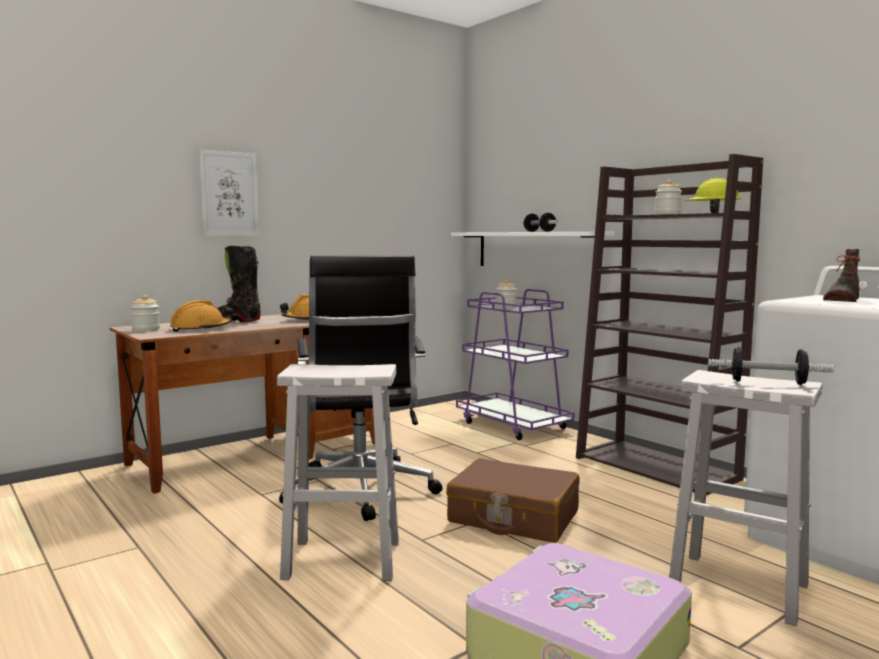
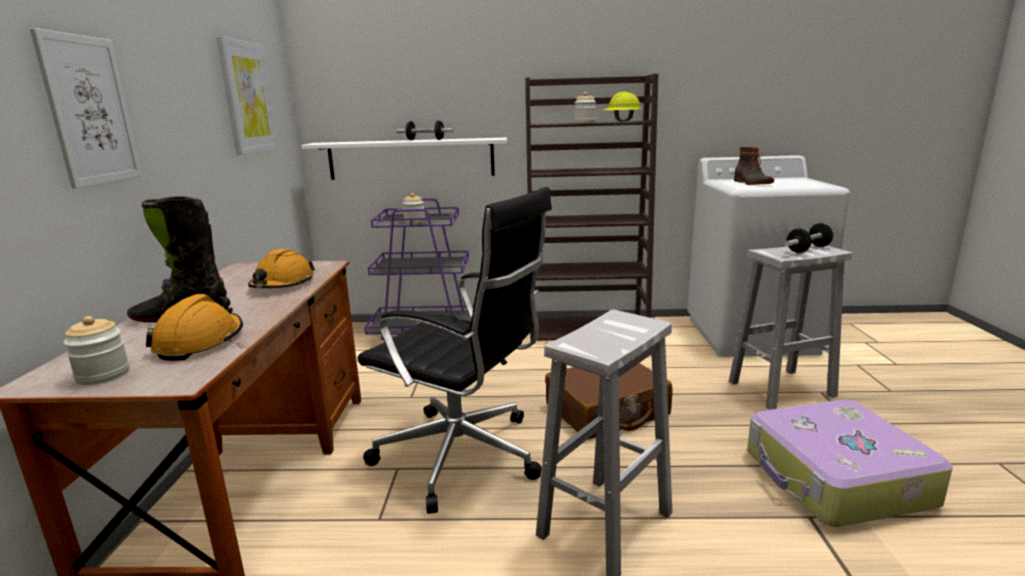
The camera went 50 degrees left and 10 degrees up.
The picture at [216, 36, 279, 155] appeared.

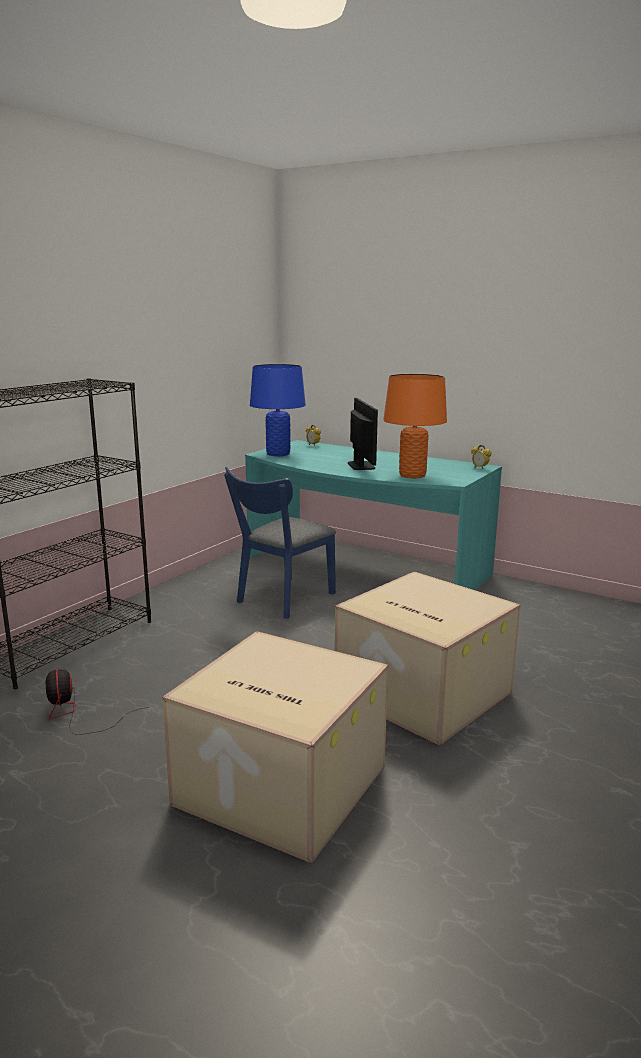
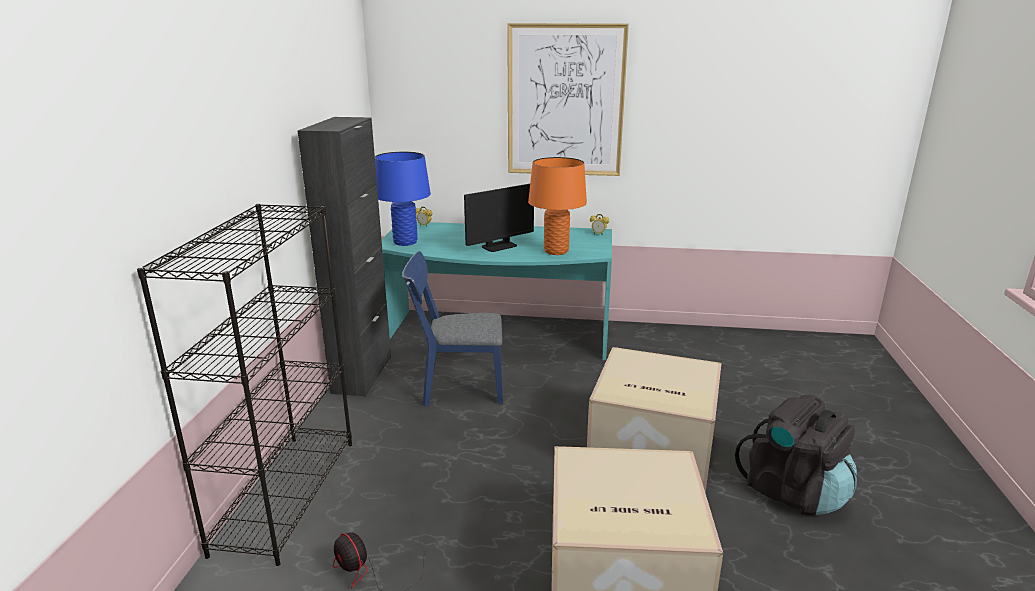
The camera went 25 degrees left and 5 degrees up.
The black cabinet at [298, 117, 391, 396] appeared.
The picture at [507, 23, 629, 176] appeared.
The black backpack at [735, 395, 857, 515] appeared.
The blue chair at [224, 467, 336, 619] turned 75 degrees clockwise.
The monitor at [348, 398, 378, 470] turned 90 degrees clockwise.

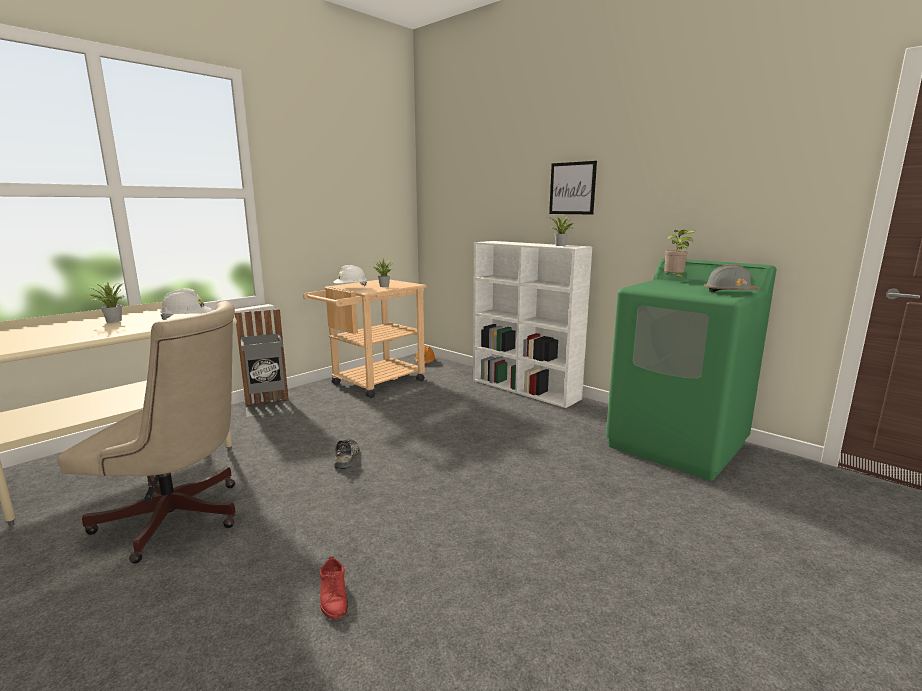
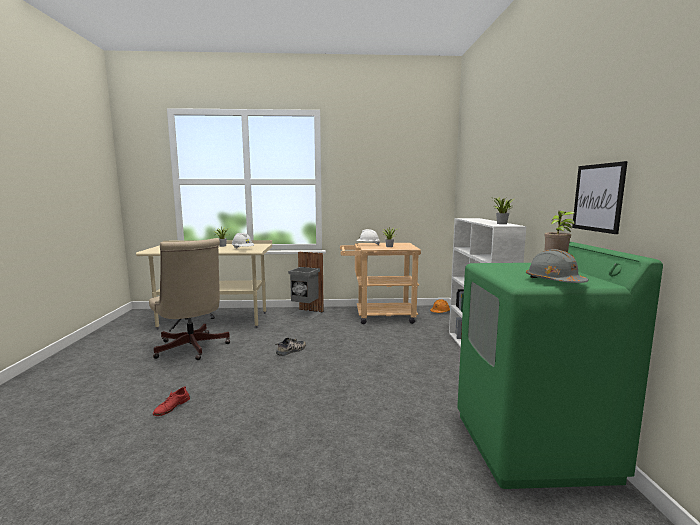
The camera went 45 degrees right and 5 degrees down.
The picture moved from [549, 161, 597, 215] to [572, 161, 628, 234].

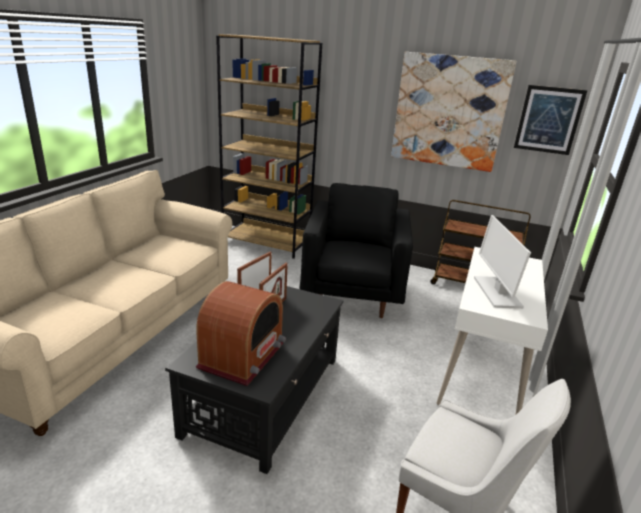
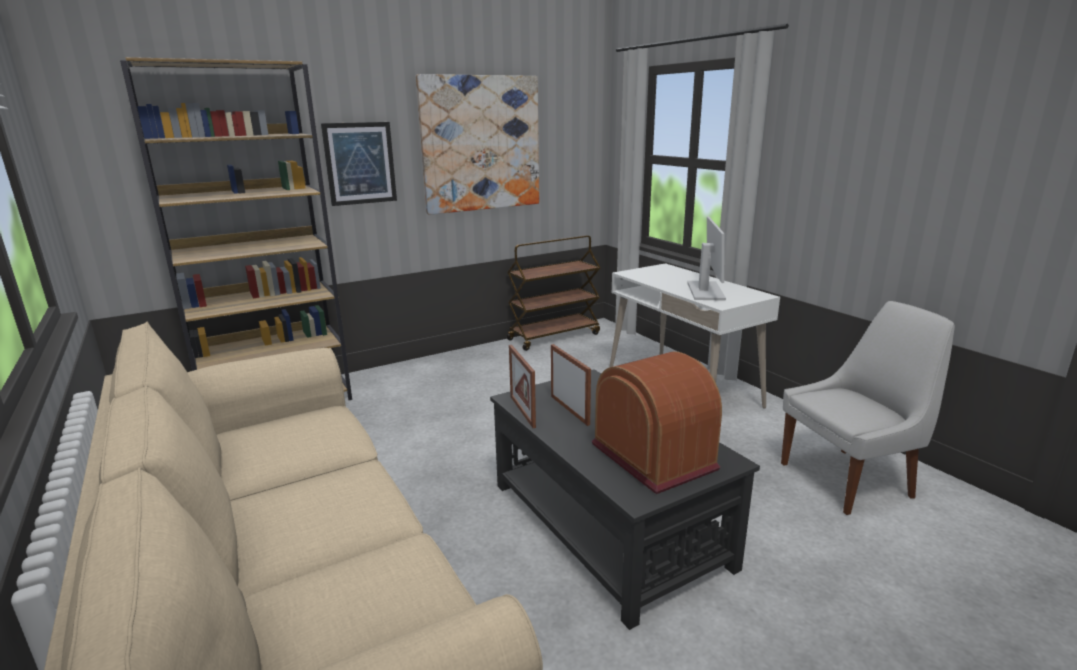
The camera went 50 degrees left and 5 degrees down.
The black armchair at [299, 183, 413, 318] disappeared.
The picture moved from [514, 85, 587, 155] to [321, 122, 397, 206].
The monitor at [474, 215, 531, 309] turned 120 degrees counterclockwise.

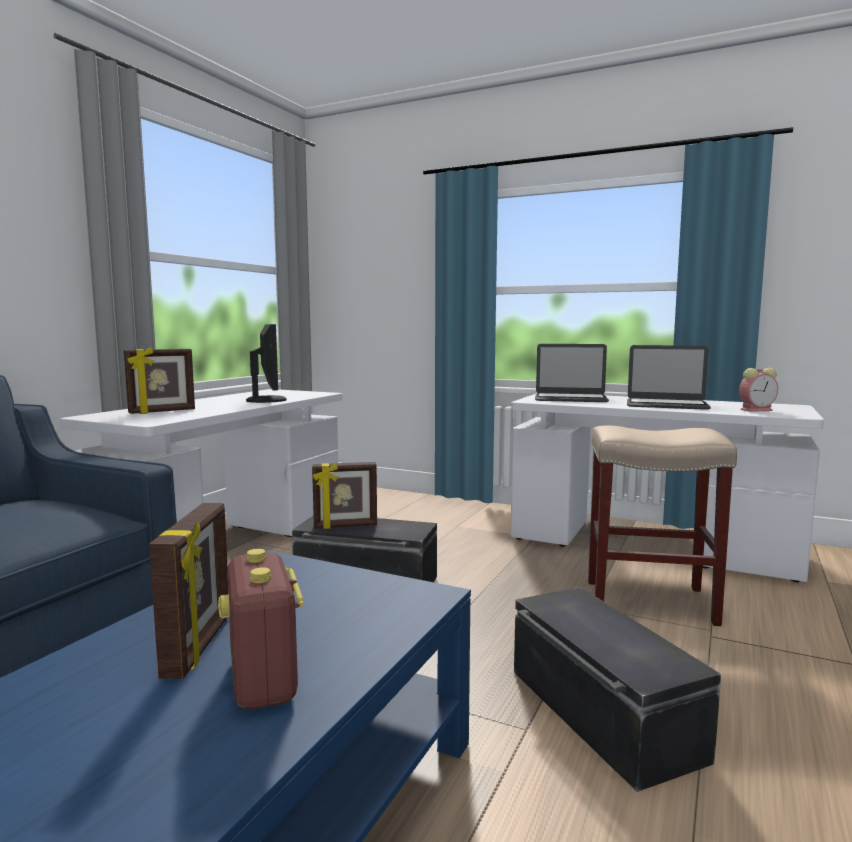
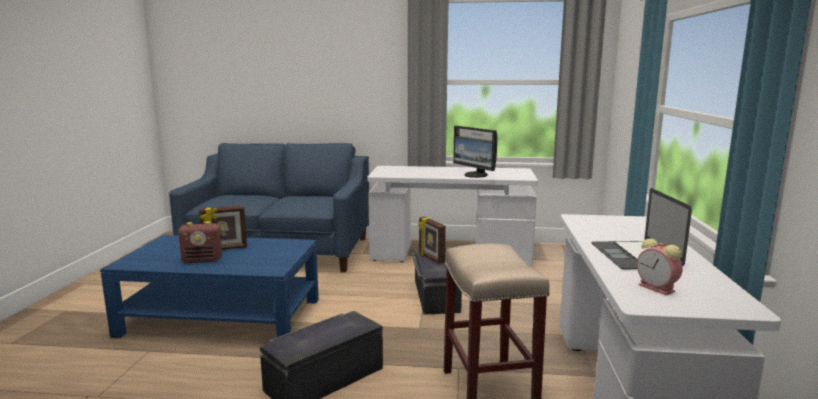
The camera went 70 degrees right and 5 degrees up.
The picture frame at [124, 347, 195, 414] disappeared.
The laptop at [535, 344, 609, 402] disappeared.
The radio at [218, 549, 304, 710] turned 150 degrees counterclockwise.
The monitor at [246, 324, 287, 403] turned 90 degrees clockwise.

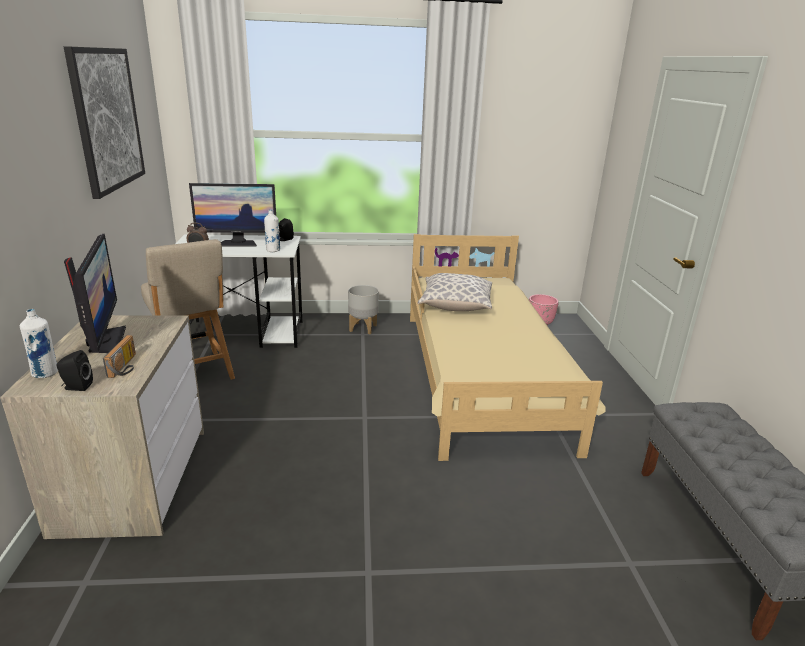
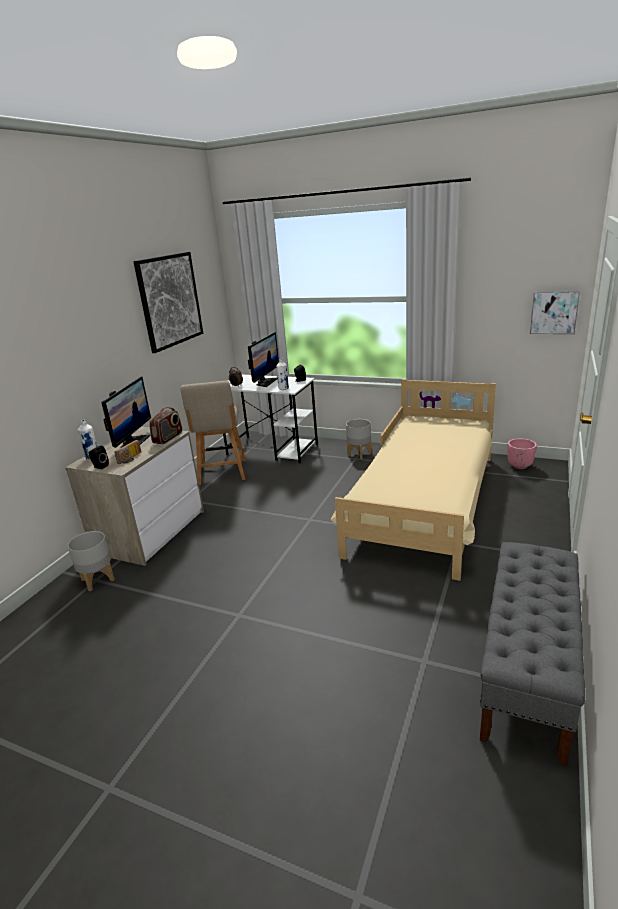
The camera went 30 degrees right and 0 degrees up.
The pillow at [418, 273, 492, 312] disappeared.
The grey planter at [68, 531, 115, 591] appeared.
The radio at [149, 407, 182, 444] appeared.
The picture at [530, 291, 580, 334] appeared.
The monitor at [189, 183, 276, 247] turned 90 degrees counterclockwise.

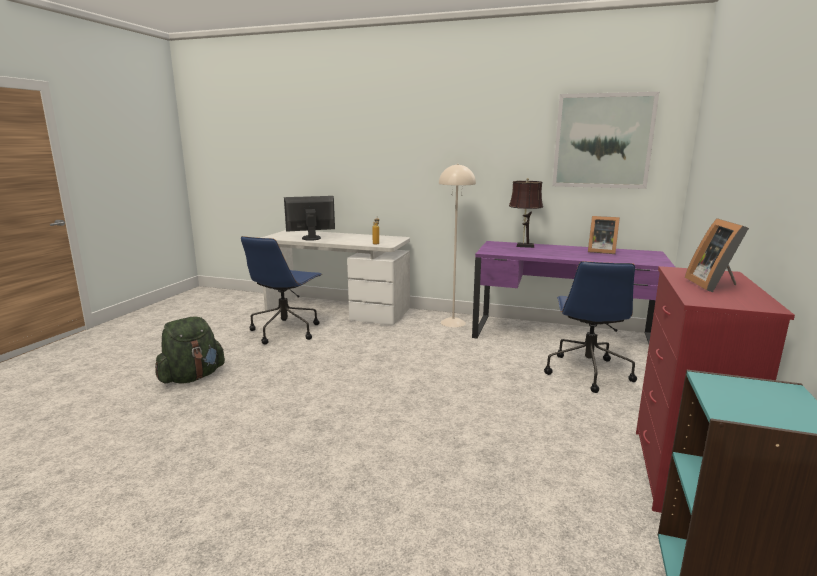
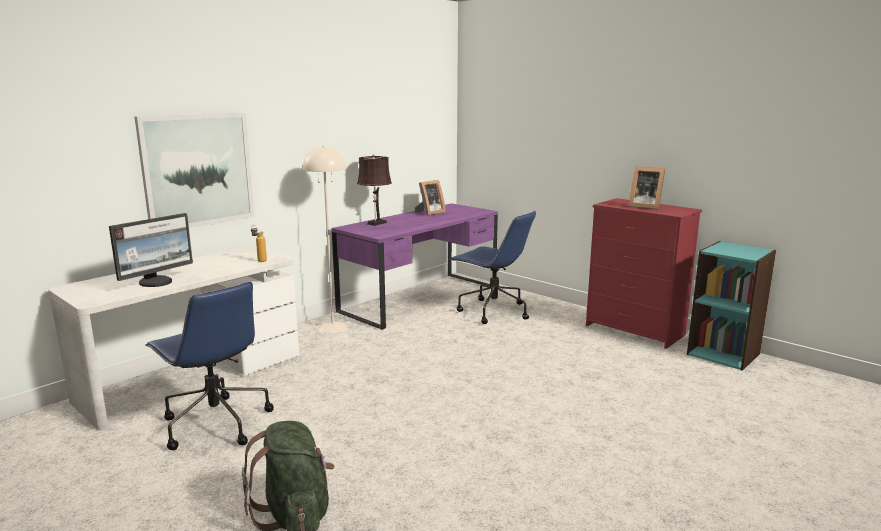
The camera went 65 degrees left and 0 degrees up.
The picture moved from [552, 92, 659, 189] to [134, 112, 254, 228].
The monitor at [284, 196, 335, 241] turned 150 degrees counterclockwise.

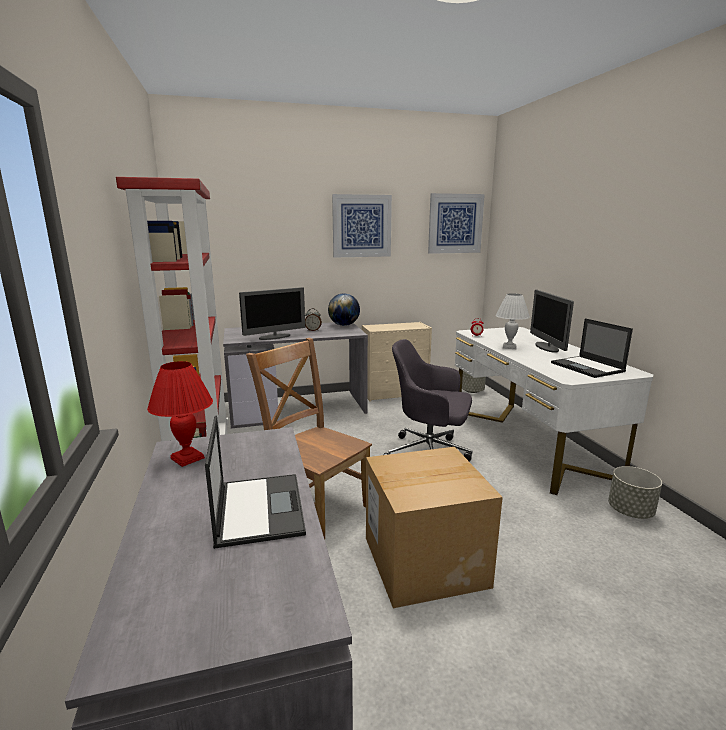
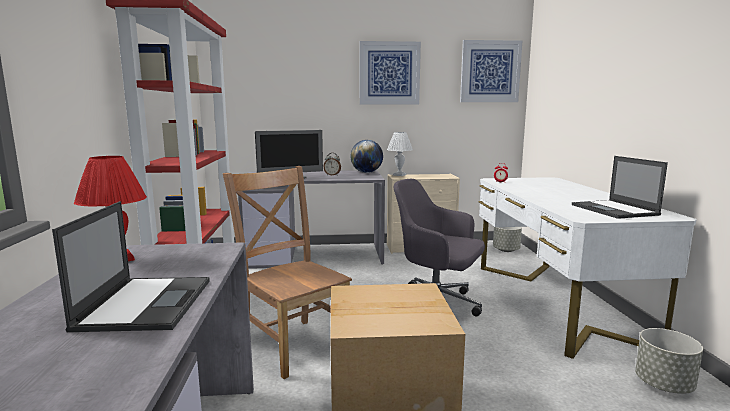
The camera went 10 degrees right and 5 degrees down.
The monitor at [530, 290, 574, 353] disappeared.
The white table lamp moved from [496, 293, 530, 349] to [387, 132, 413, 176].

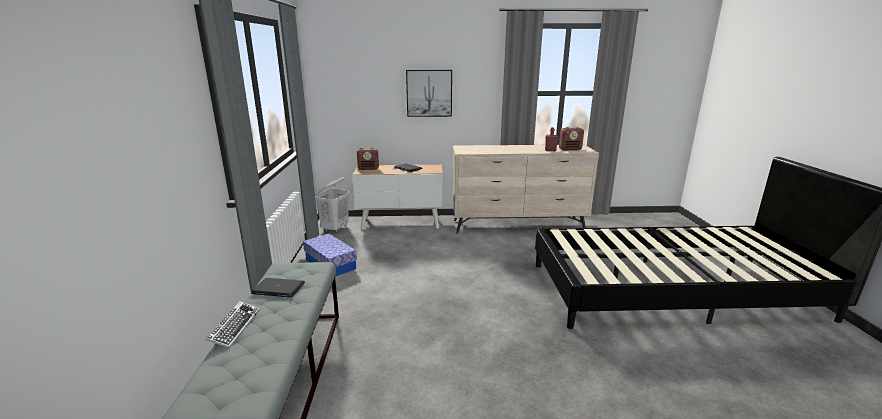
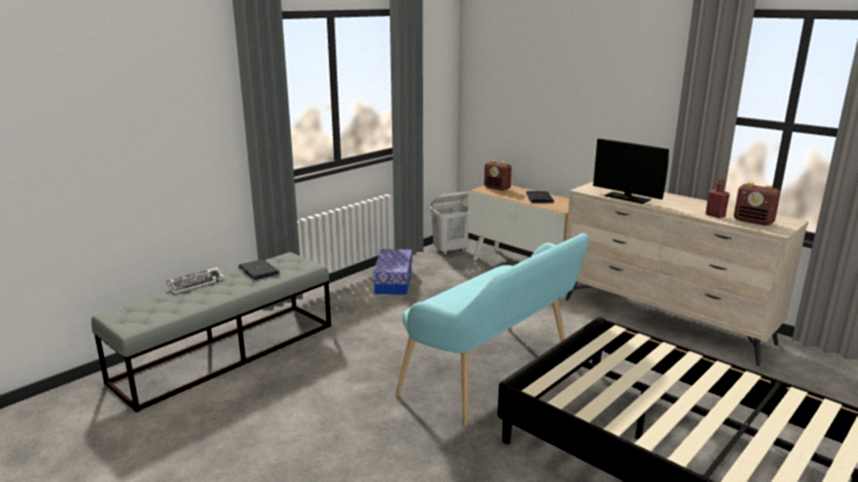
The camera went 45 degrees right and 0 degrees up.
The picture at [406, 70, 452, 117] disappeared.
The turquoise bench at [395, 233, 589, 427] appeared.
The monitor at [593, 139, 669, 204] appeared.

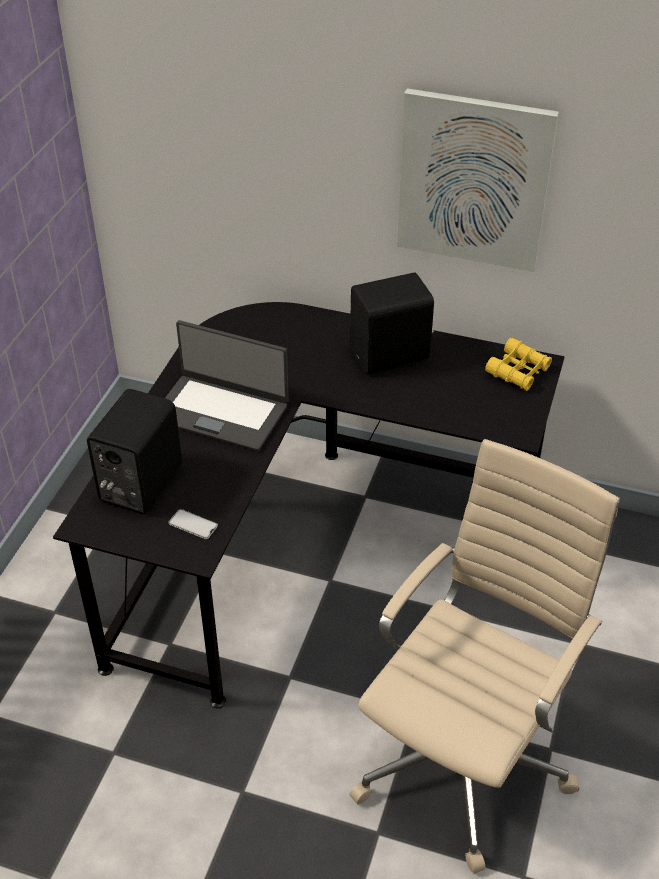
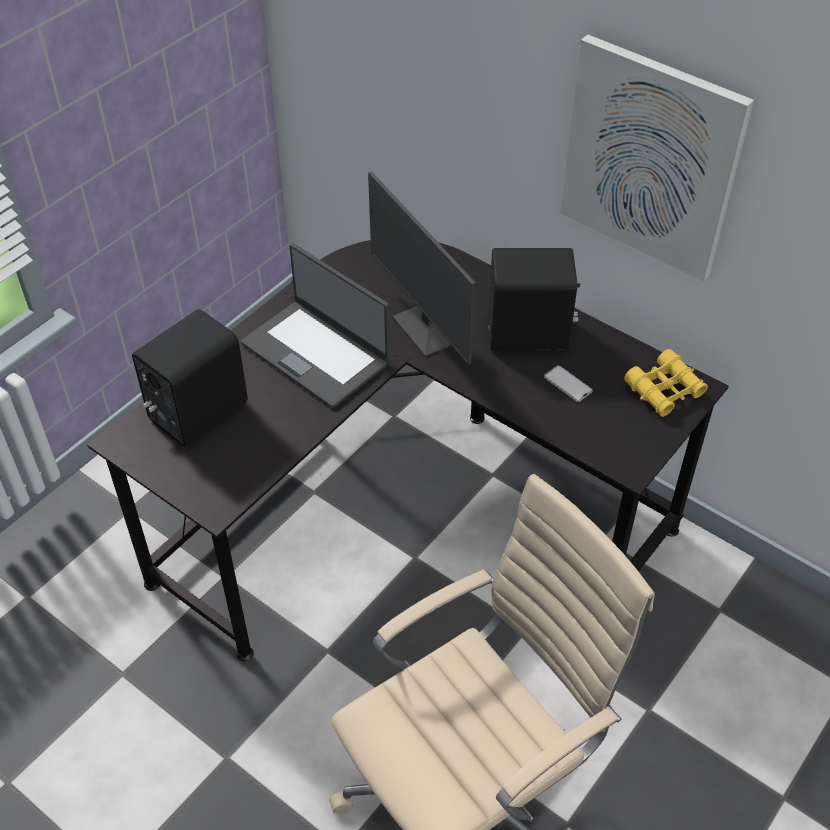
The camera went 20 degrees right and 5 degrees up.
The monitor at [368, 171, 476, 364] appeared.
The phone moved from [168, 509, 218, 539] to [544, 365, 593, 402].

